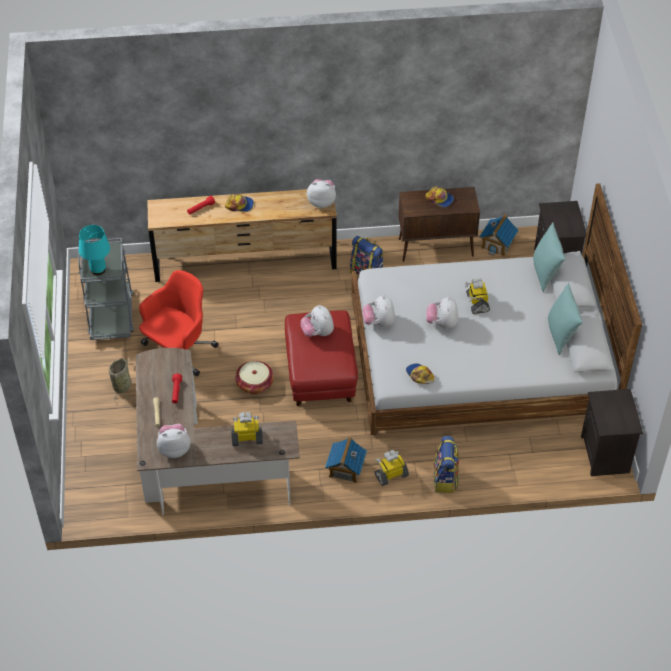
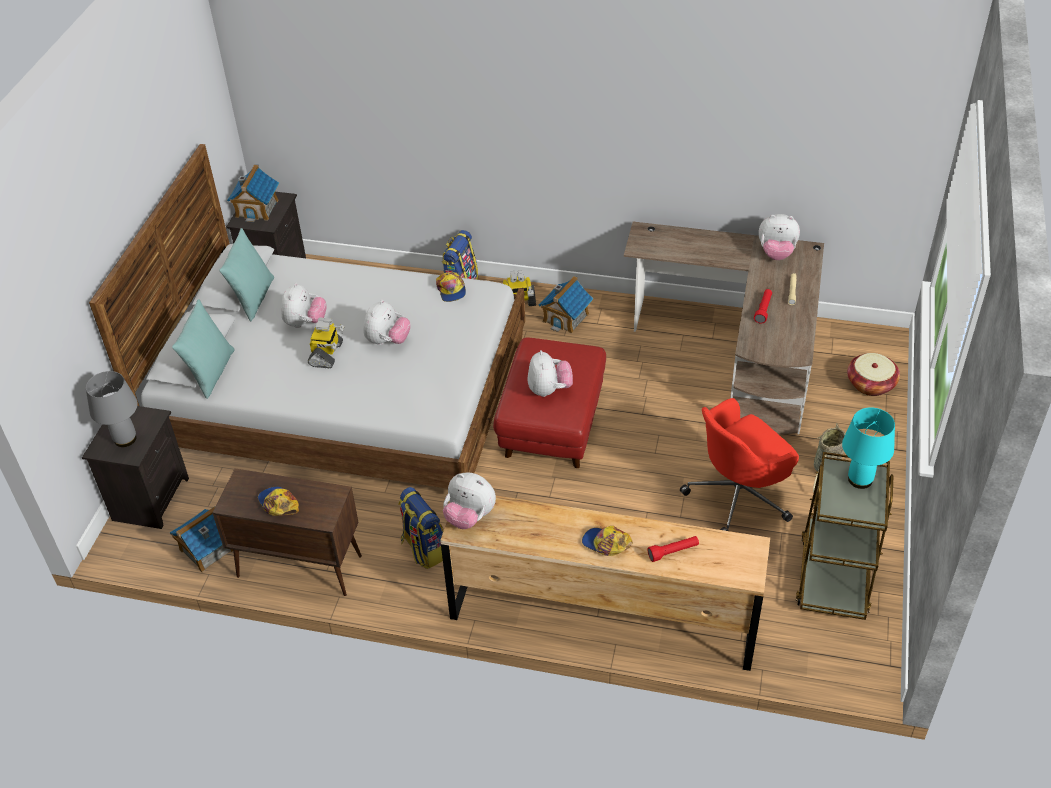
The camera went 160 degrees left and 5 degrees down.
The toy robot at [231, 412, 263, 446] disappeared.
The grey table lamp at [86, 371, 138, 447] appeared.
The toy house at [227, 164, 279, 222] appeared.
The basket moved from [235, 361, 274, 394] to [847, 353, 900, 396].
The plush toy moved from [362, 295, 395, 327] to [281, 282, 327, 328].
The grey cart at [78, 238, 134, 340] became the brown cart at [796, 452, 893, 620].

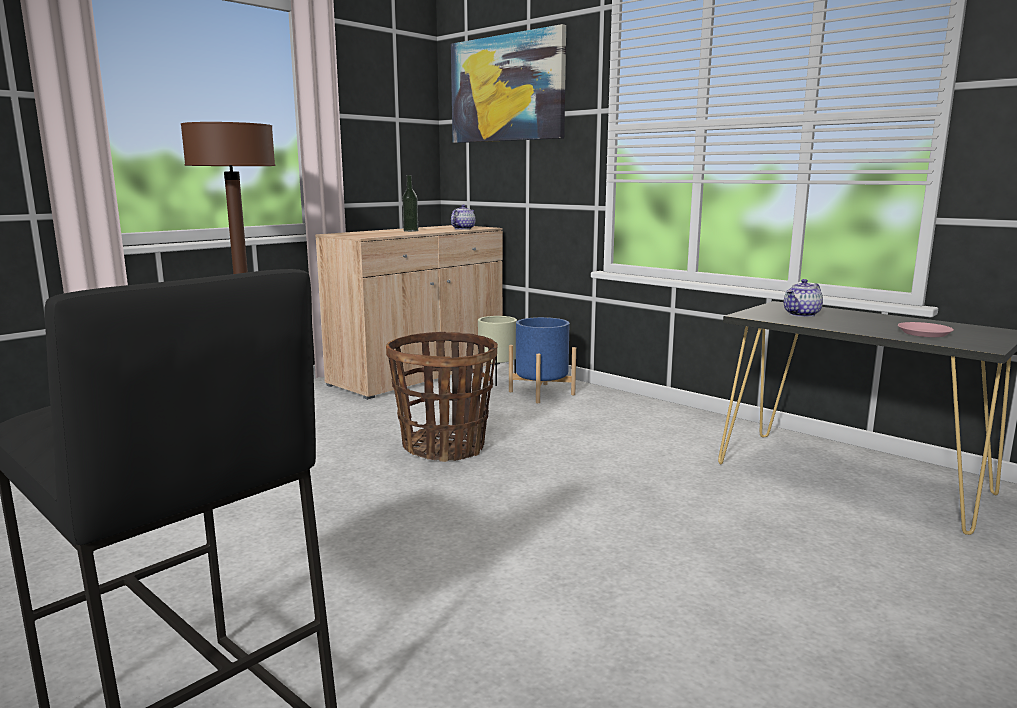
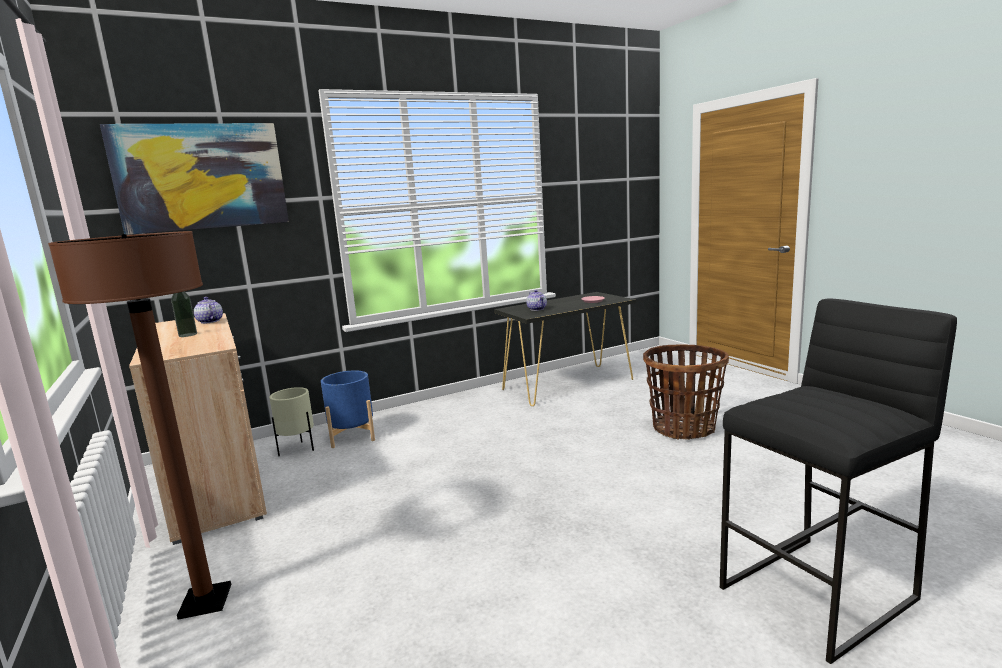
The camera went 70 degrees left and 0 degrees up.
The basket moved from [386, 332, 498, 462] to [643, 344, 729, 440].

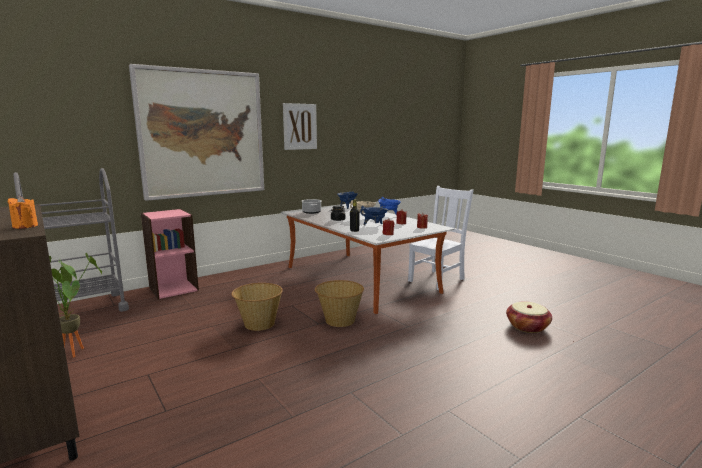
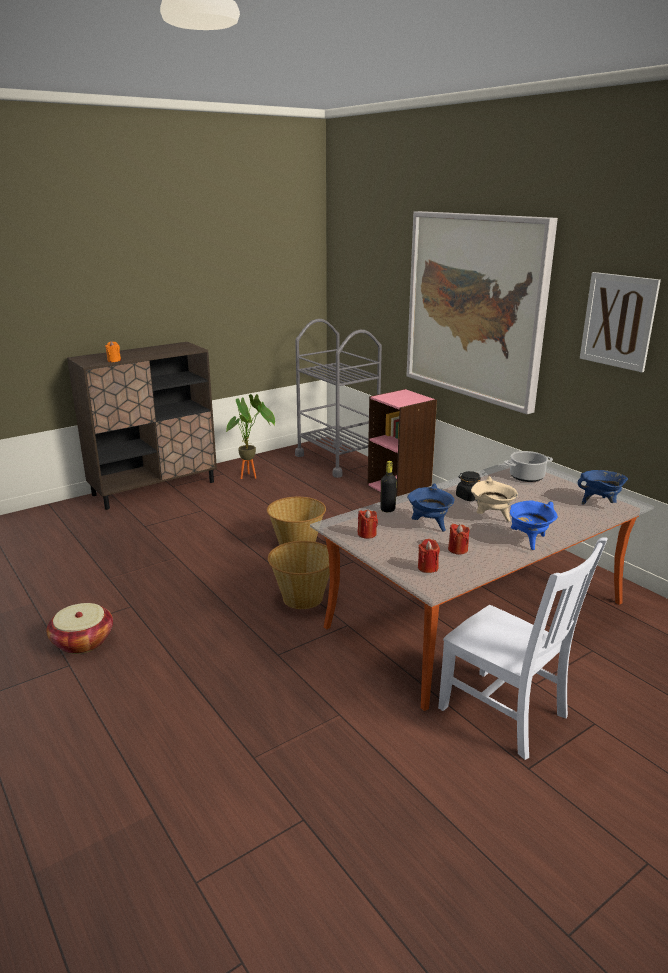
The camera went 90 degrees right and 10 degrees up.
The basket moved from [506, 301, 552, 333] to [46, 603, 113, 654].

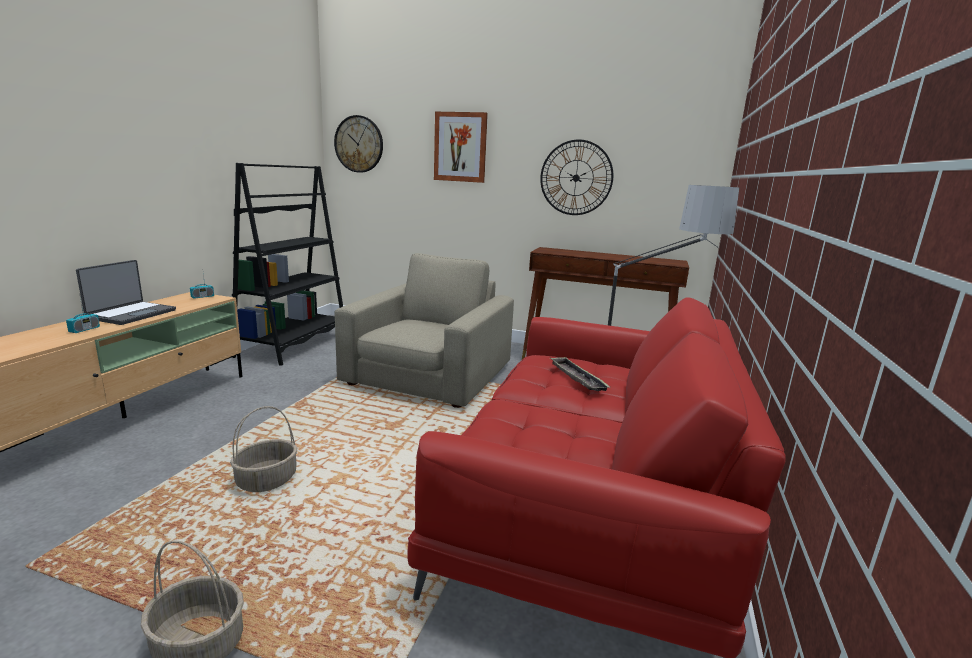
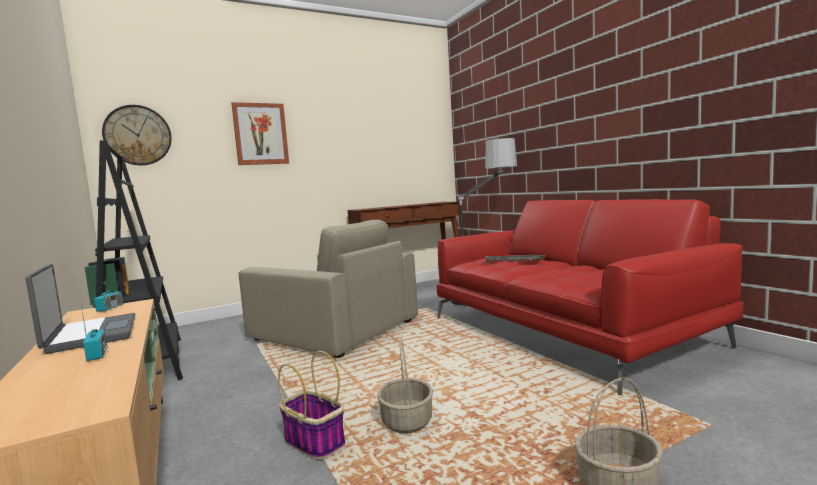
The camera went 45 degrees left and 10 degrees down.
The wall clock at [540, 139, 613, 215] disappeared.
The basket at [278, 351, 345, 460] appeared.
The beige armchair at [335, 253, 514, 408] turned 150 degrees clockwise.

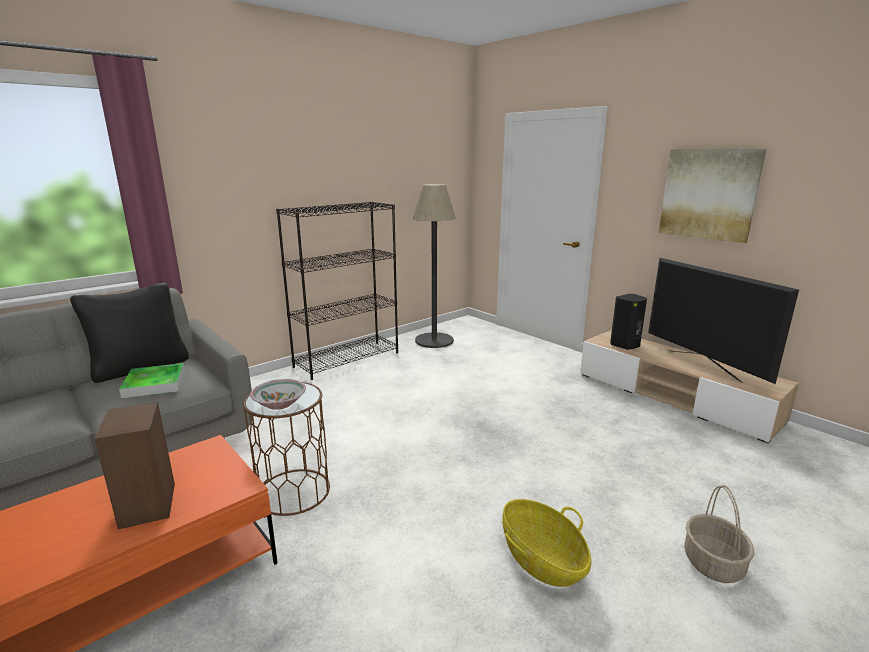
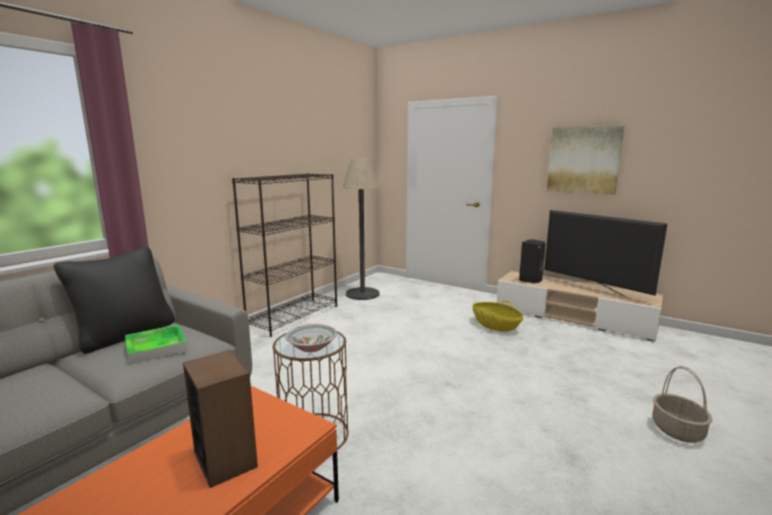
The camera went 15 degrees left and 5 degrees down.
The basket moved from [502, 499, 591, 587] to [473, 300, 523, 332].

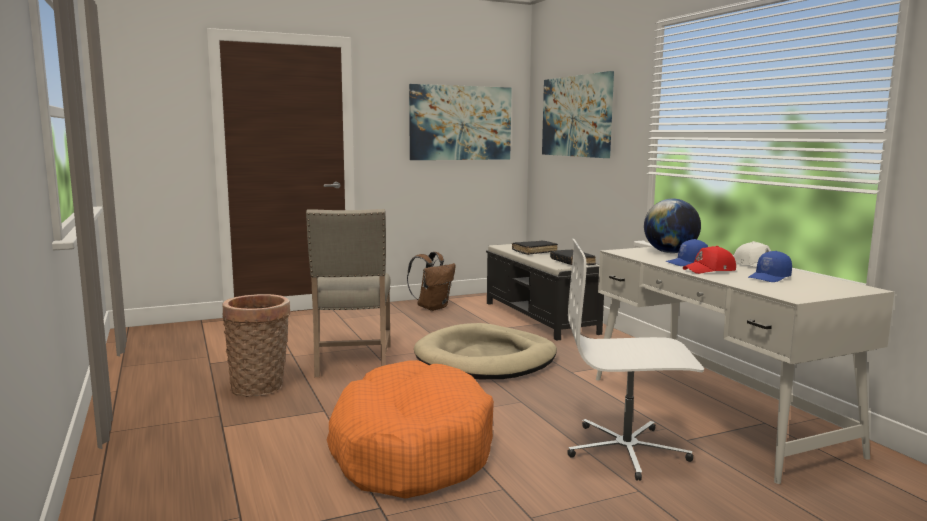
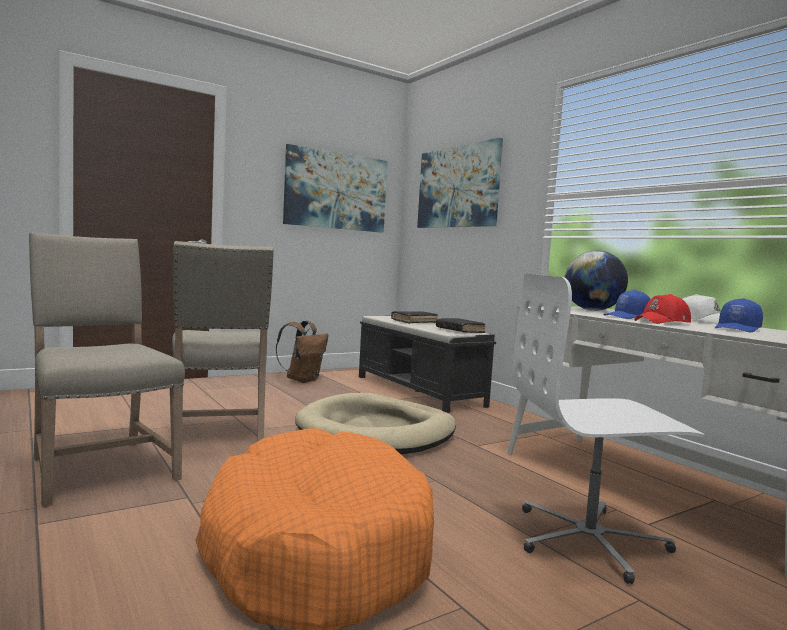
The camera went 10 degrees left and 5 degrees down.
The basket at [222, 294, 291, 397] was replaced by the beige chair at [29, 232, 185, 507].

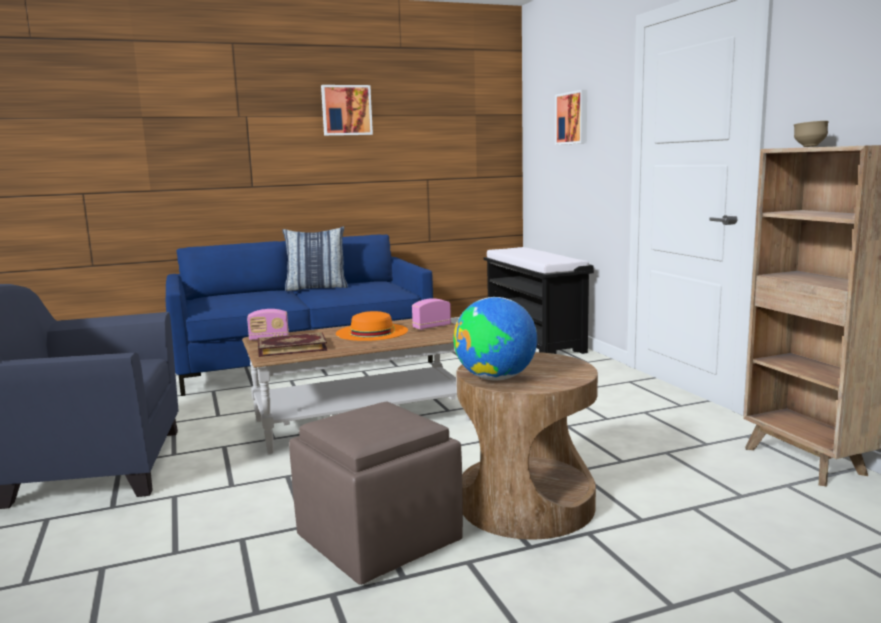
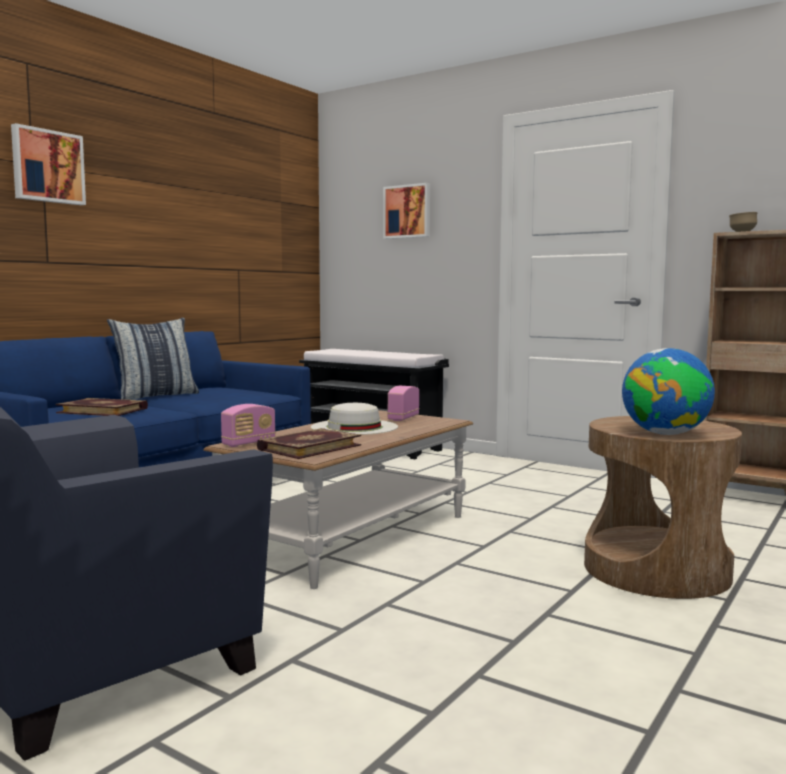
The camera went 35 degrees left and 5 degrees down.
The brown ottoman at [289, 402, 463, 585] disappeared.
The book at [56, 398, 148, 416] appeared.
The picture moved from [321, 85, 373, 136] to [11, 123, 86, 205].
The orange hat at [336, 311, 408, 341] became the white hat at [311, 402, 398, 435].

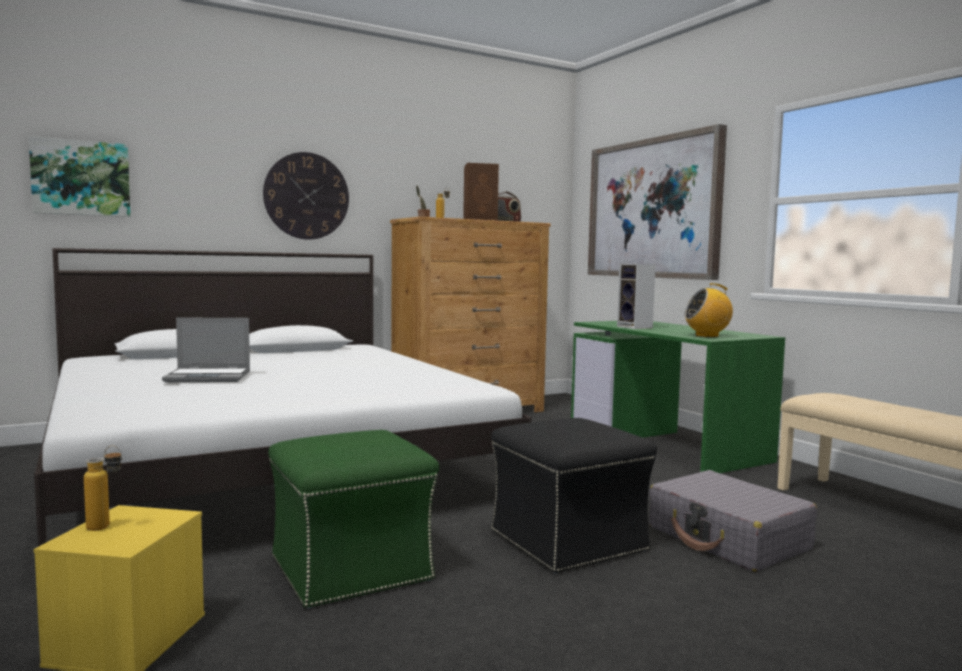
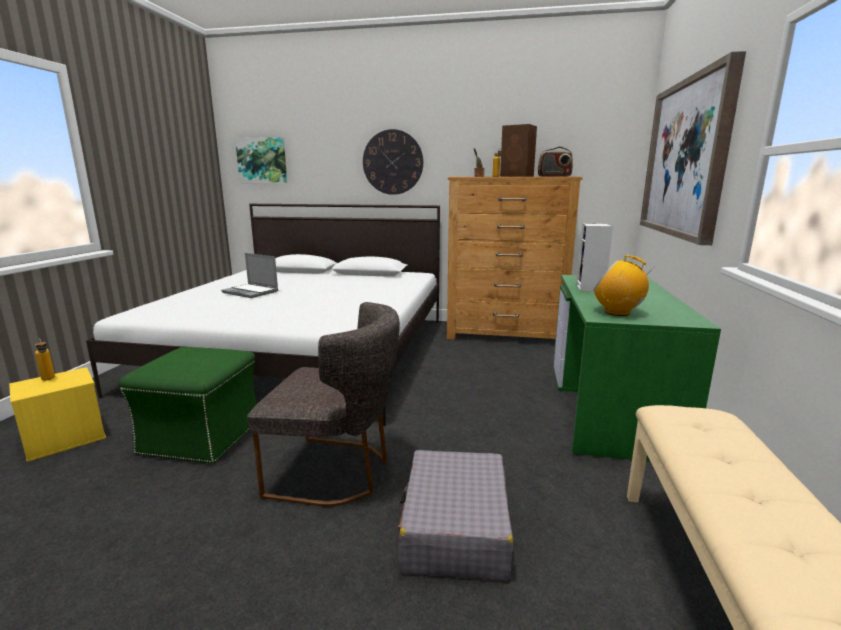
The camera went 40 degrees right and 10 degrees up.
The black ottoman at [491, 418, 657, 574] was replaced by the grey chair at [247, 302, 400, 507].

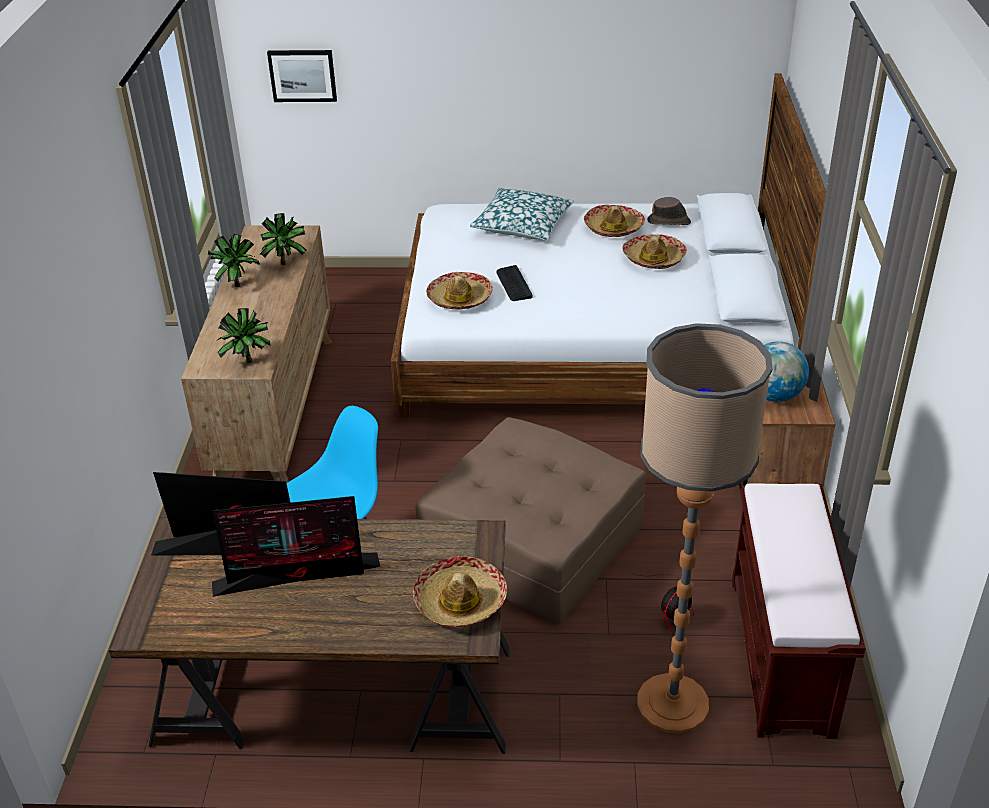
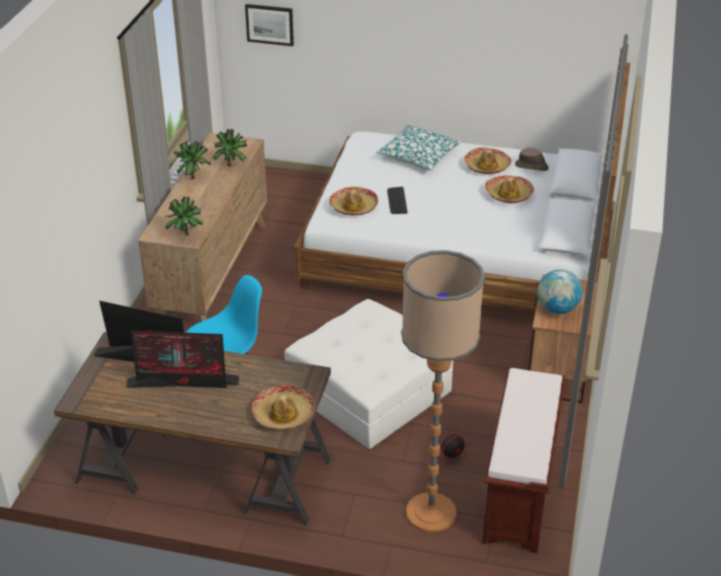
The camera went 10 degrees right and 0 degrees up.
The brown ottoman at [415, 417, 646, 624] became the white ottoman at [284, 299, 453, 449].

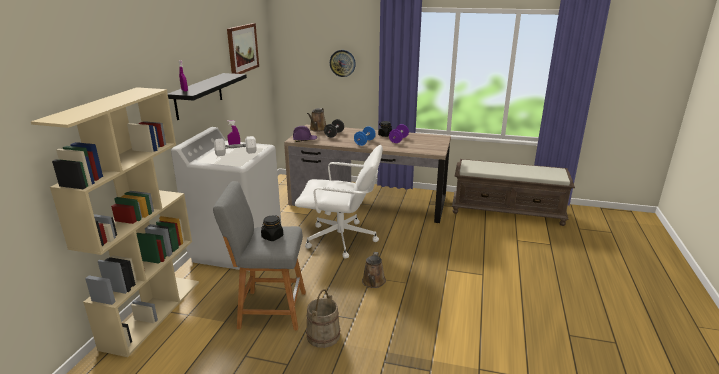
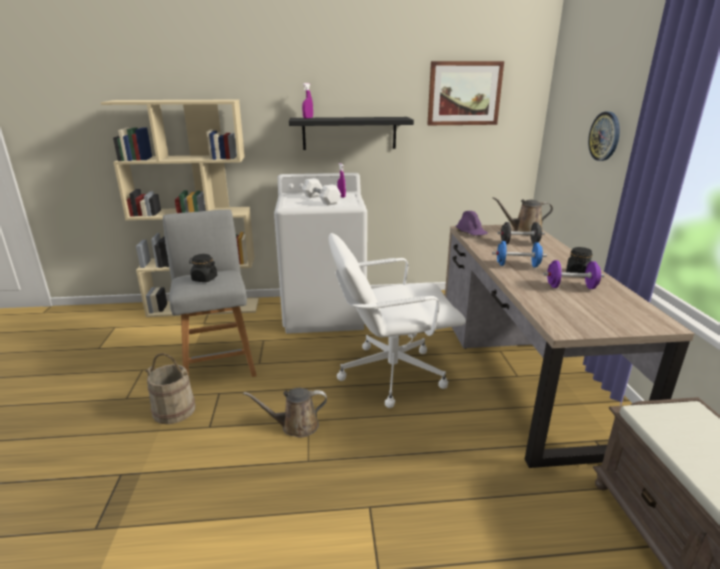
The camera went 70 degrees right and 0 degrees up.
The white office chair at [295, 145, 383, 258] turned 90 degrees clockwise.

